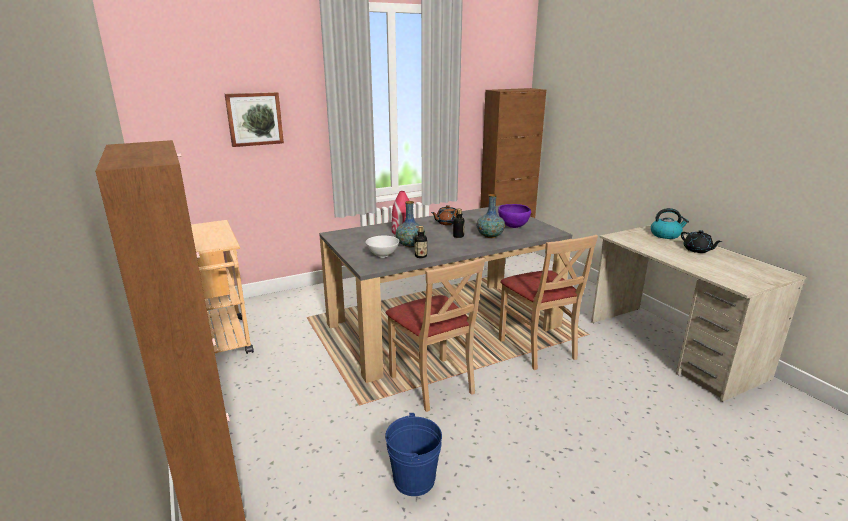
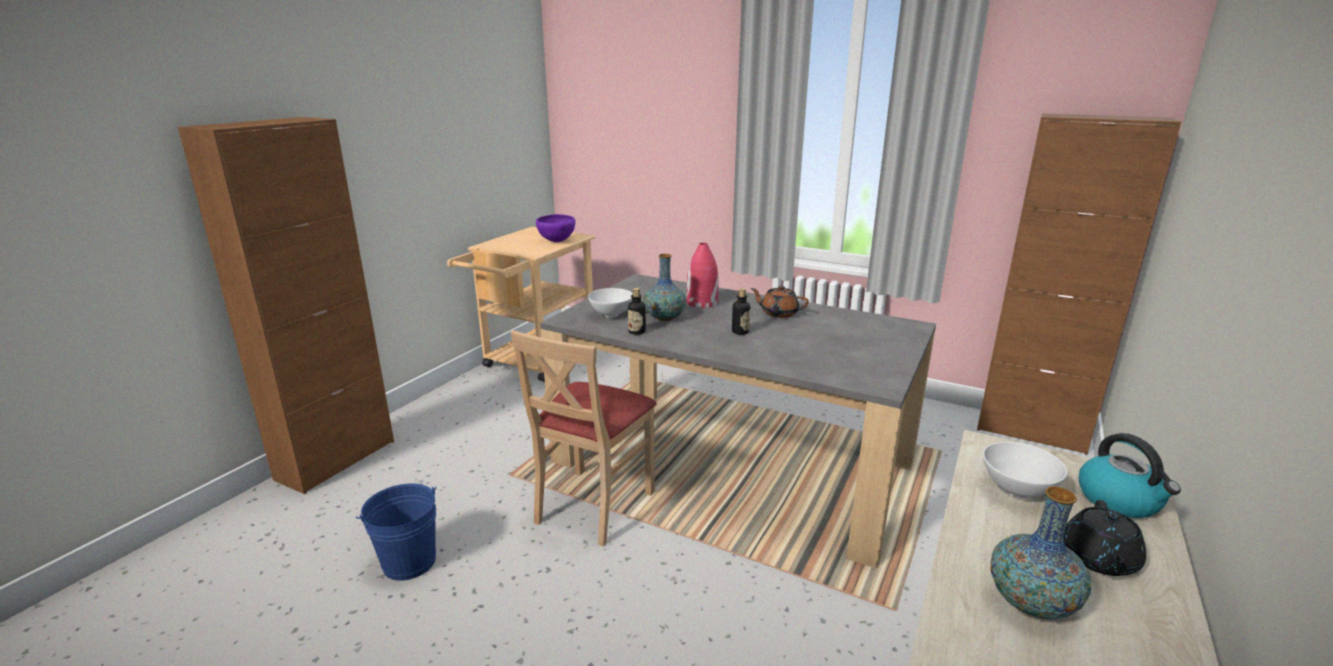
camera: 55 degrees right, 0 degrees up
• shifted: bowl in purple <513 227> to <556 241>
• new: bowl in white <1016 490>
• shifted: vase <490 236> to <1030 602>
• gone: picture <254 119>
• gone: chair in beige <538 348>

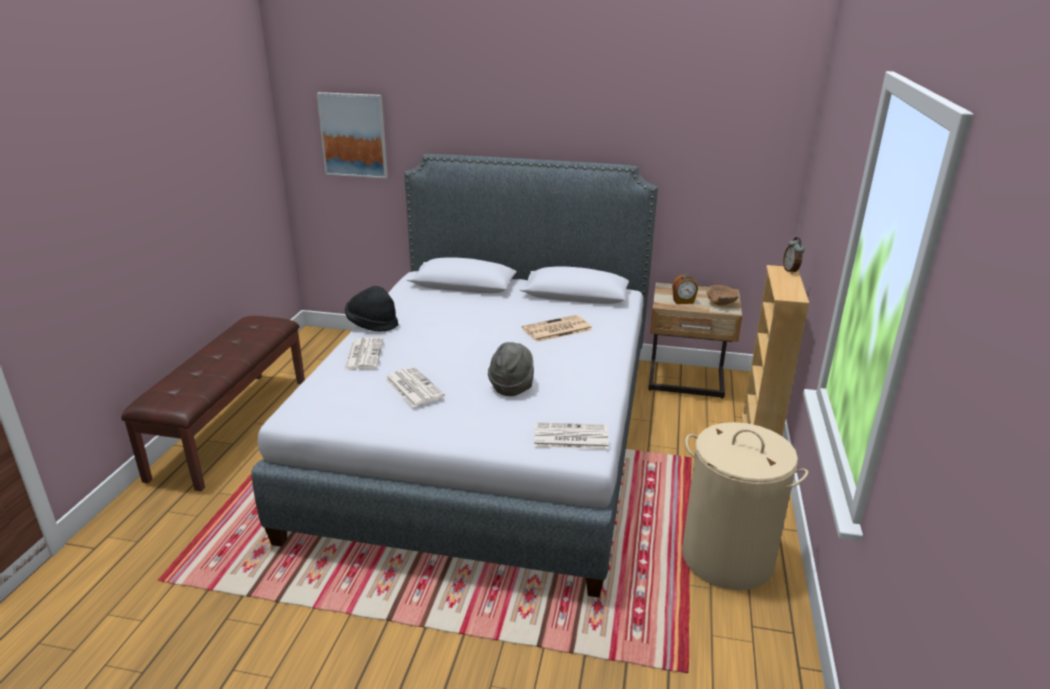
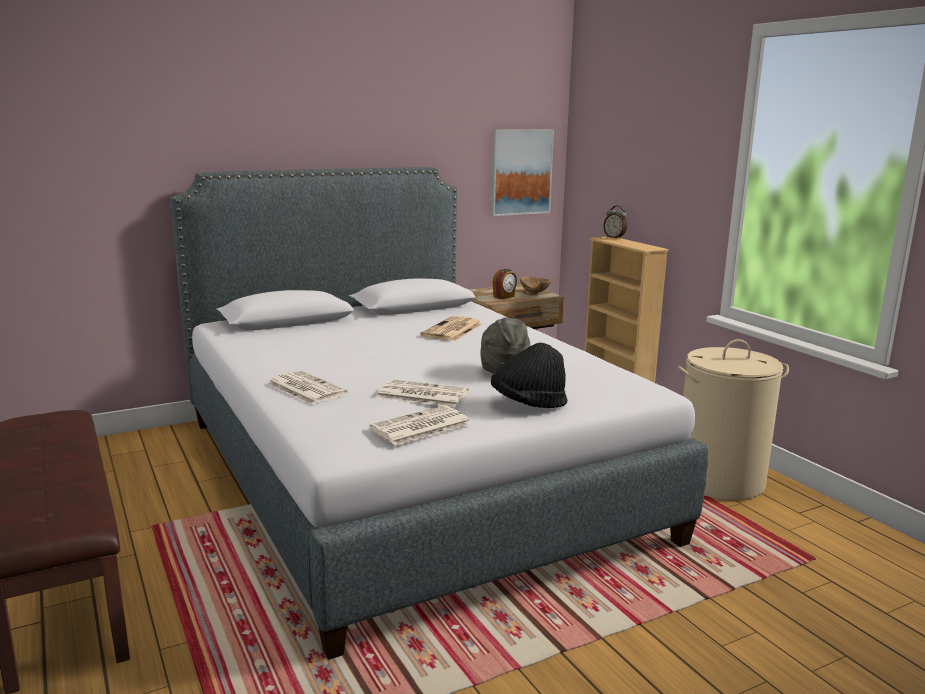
camera: 40 degrees left, 10 degrees down
• shifted: newspaper <569 437> to <420 427>
• shifted: picture <353 135> to <520 172>
• shifted: hat in black <372 324> to <528 404>

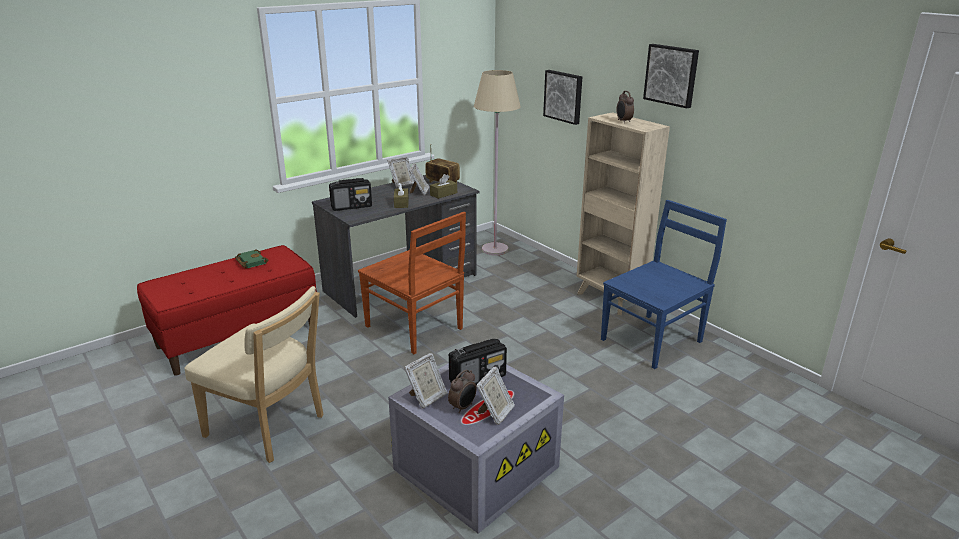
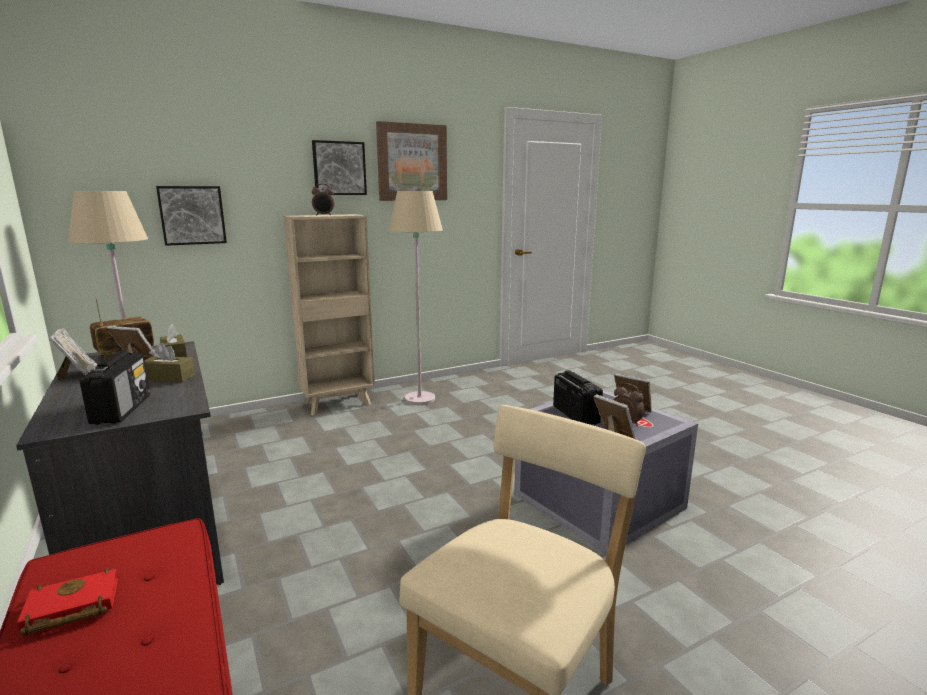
camera: 80 degrees left, 10 degrees down
• repainted: book in green <250 261> to book in red <69 609>
• new: picture <412 162>
• swapped: chair in blue <653 340> to floor lamp in beige <420 399>
• gone: chair in brown <415 328>

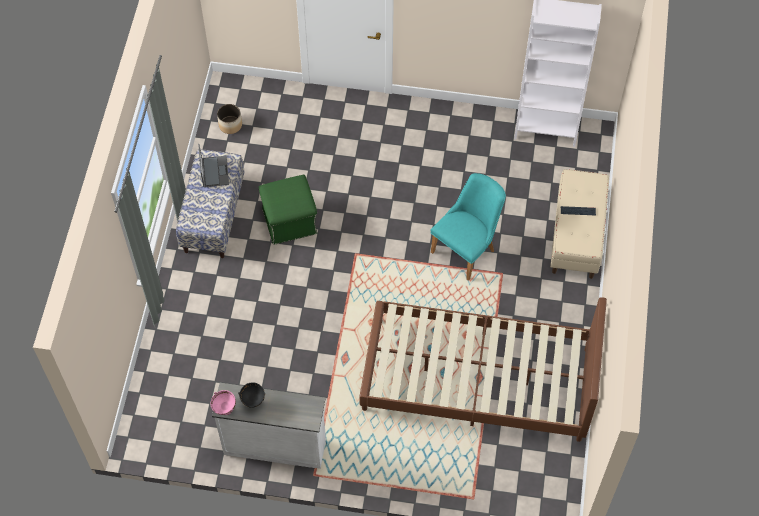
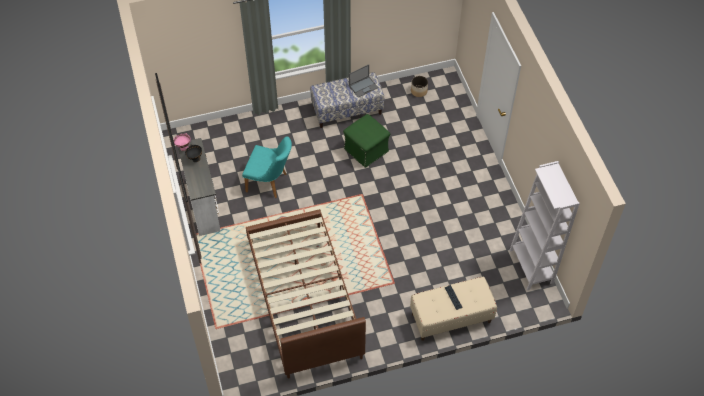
camera: 65 degrees right, 5 degrees down
• shifted: chair in turquoise <467 248> to <270 183>

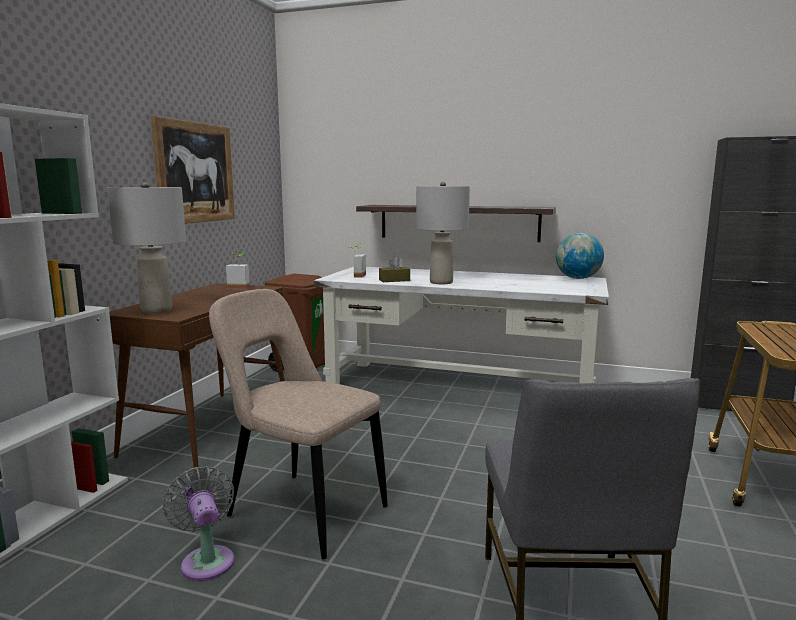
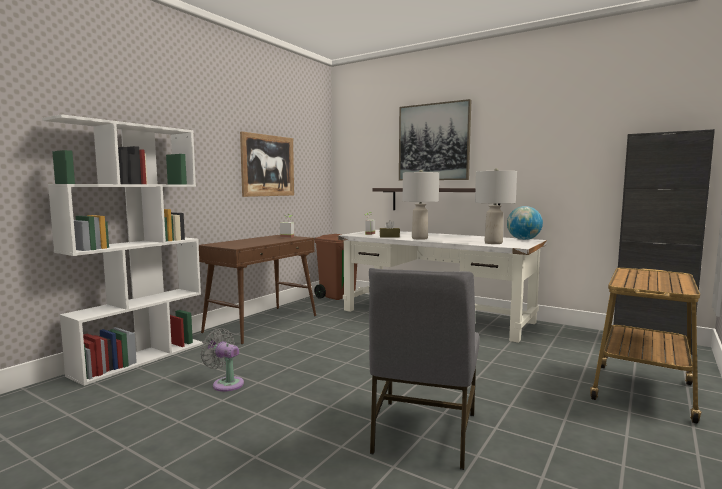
camera: 15 degrees right, 5 degrees down
• rotated: fan in grey <206 560> = <226 383> 45 degrees counterclockwise
• new: picture <433 142>
• shifted: table lamp in grey <156 310> to <493 243>
• gone: chair in beige <301 510>

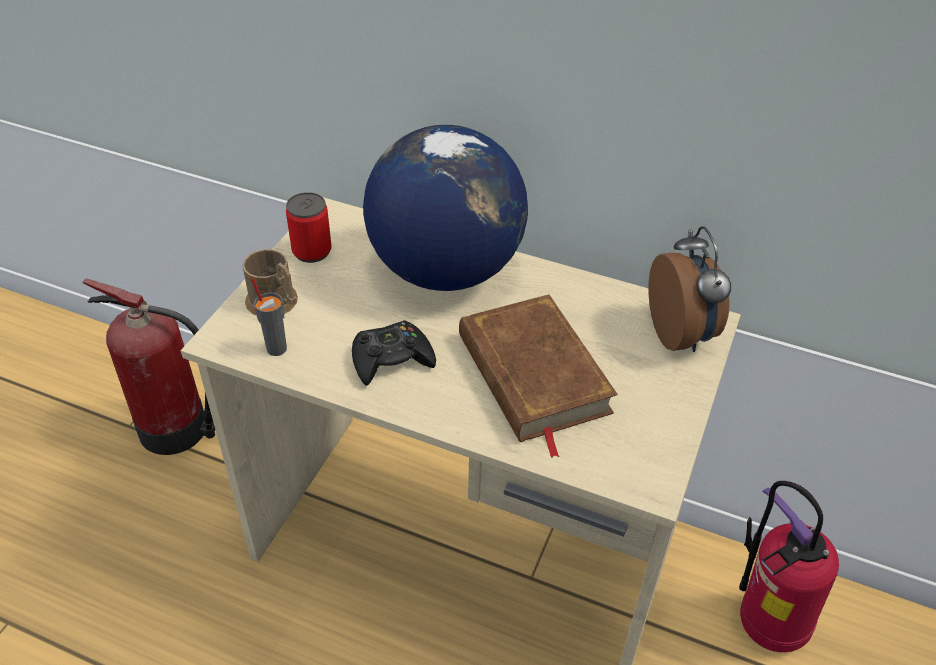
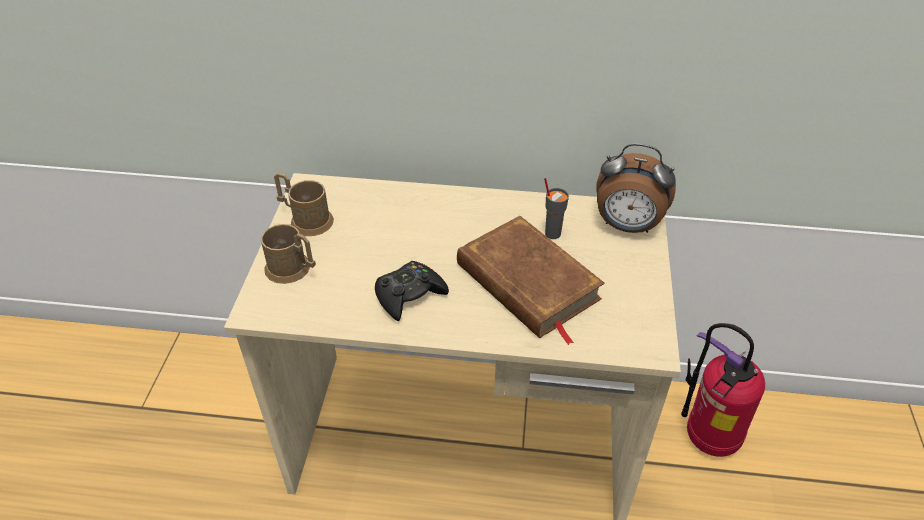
camera: 15 degrees left, 0 degrees up
• swapped: can <312 251> to mug in brown <306 220>
• shifted: cup in grey <276 348> to <552 233>
• rotated: alarm clock <681 334> = <627 226> 135 degrees clockwise
• gone: fire extinguisher <177 429>
• gone: globe <445 270>

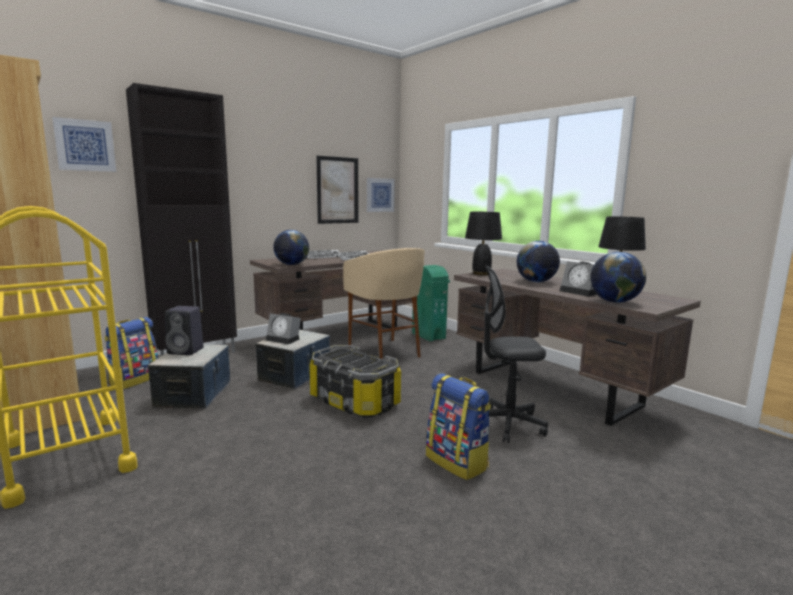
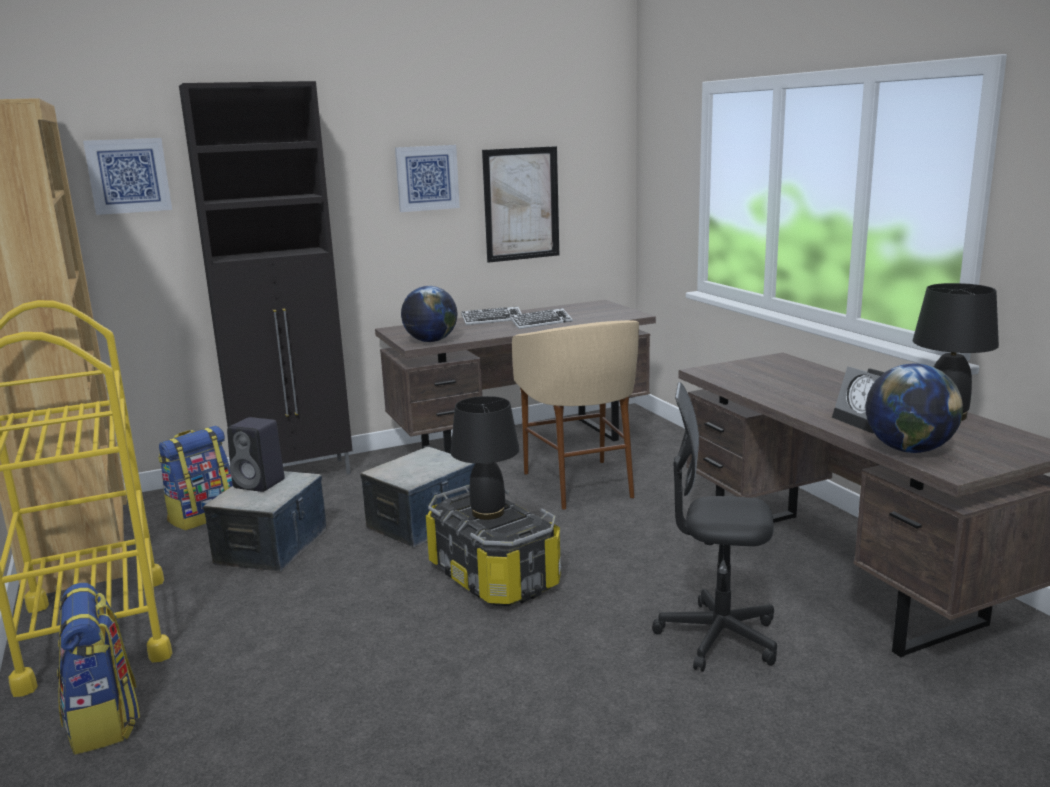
camera: 15 degrees right, 5 degrees up
• shifted: backpack <457 462> to <104 721>
• shifted: picture <380 195> to <427 178>
• shifted: table lamp in black <481 274> to <488 513>
• gone: alarm clock <284 339>
• gone: trash can in green <428 336>
• gone: globe <536 282>

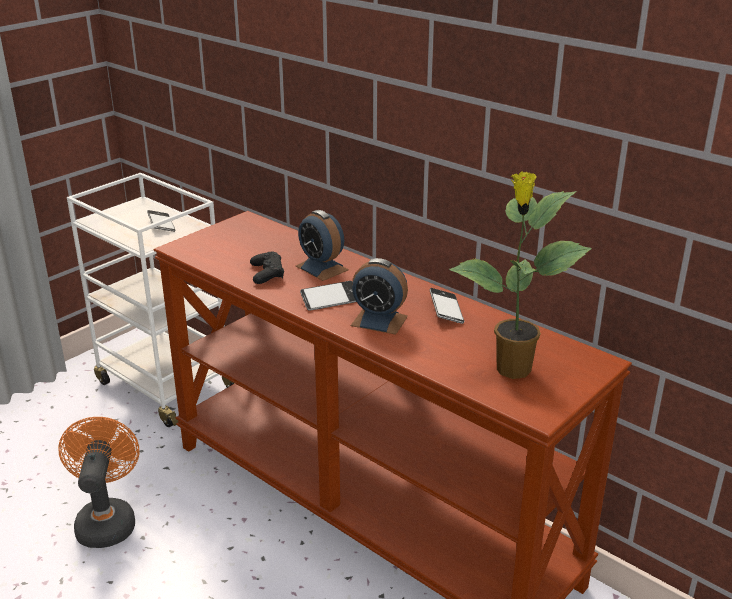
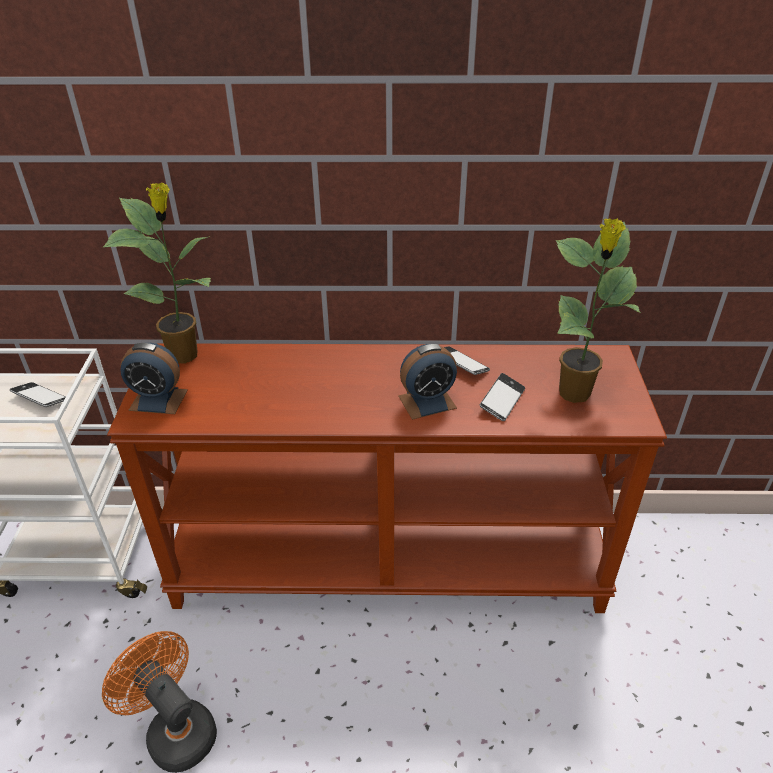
camera: 40 degrees left, 10 degrees up
• new: potted plant <185 354>
• shifted: alarm clock <322 268> to <158 400>
• shifted: phone <330 300> to <502 401>
• gone: game controller in black <267 273>

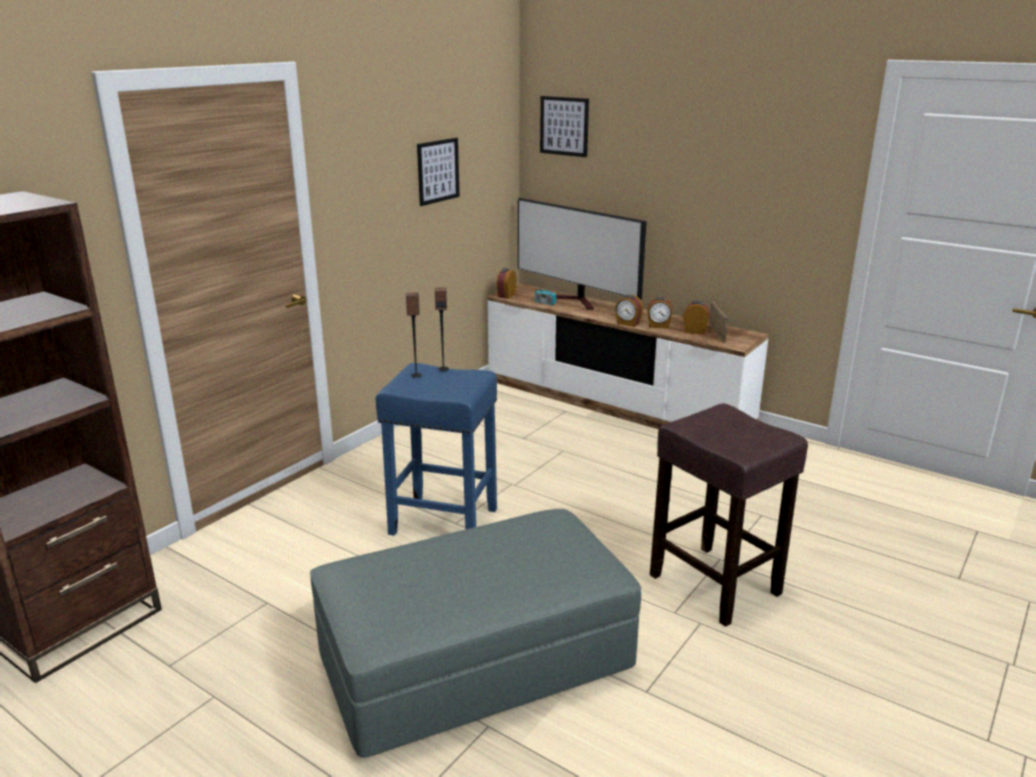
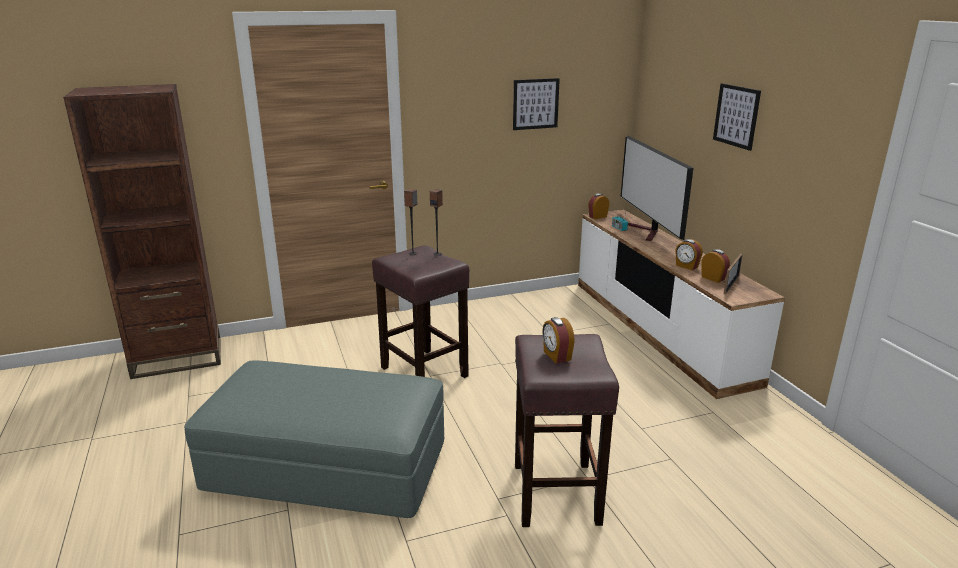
camera: 35 degrees right, 0 degrees up
• repainted: stool in blue <441 521> to stool in brown <423 371>
• shifted: alarm clock <628 324> to <556 356>
• shifted: picture <564 126> to <736 116>

